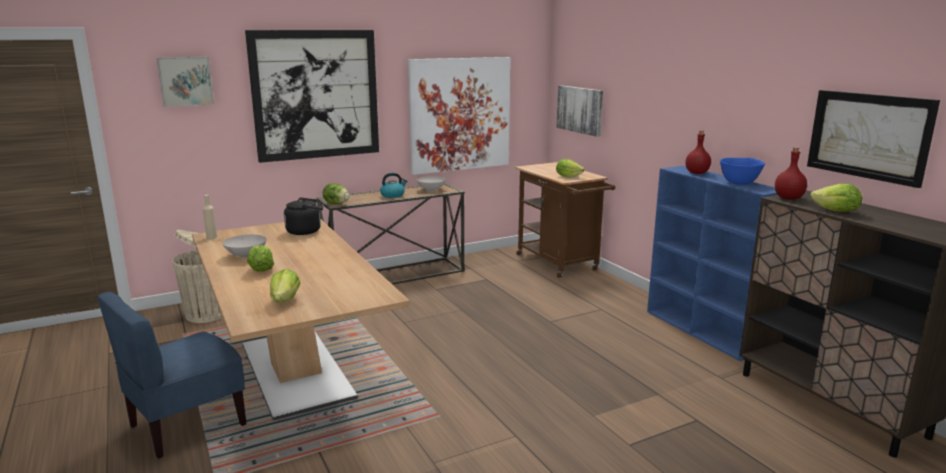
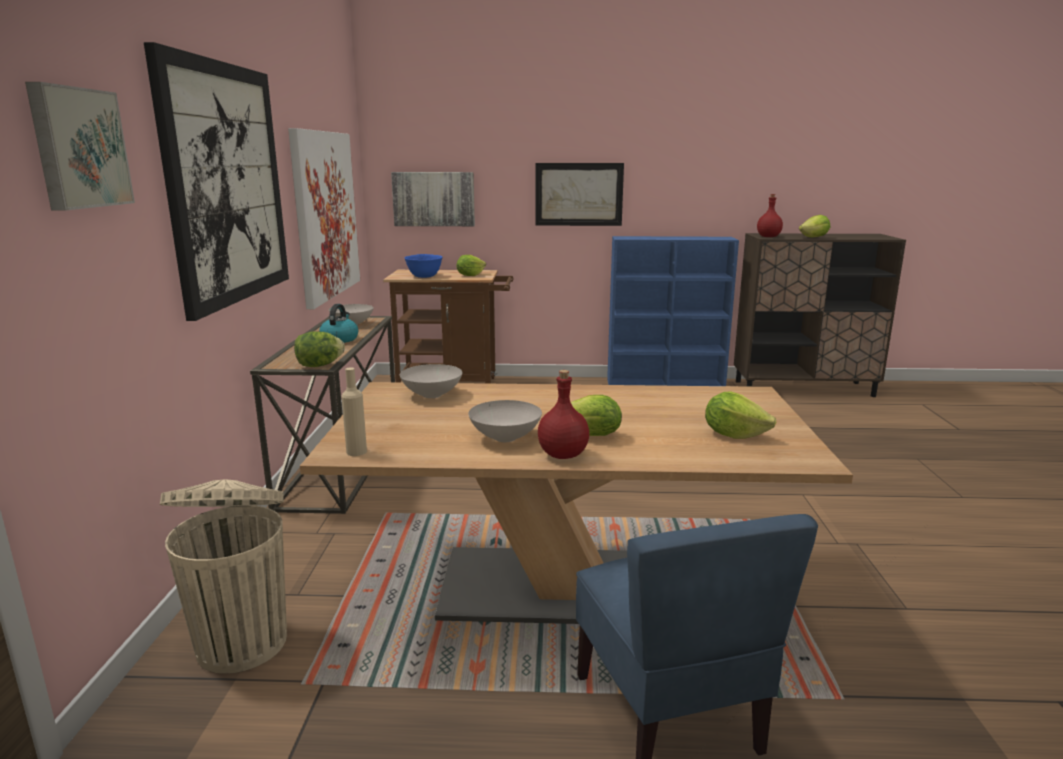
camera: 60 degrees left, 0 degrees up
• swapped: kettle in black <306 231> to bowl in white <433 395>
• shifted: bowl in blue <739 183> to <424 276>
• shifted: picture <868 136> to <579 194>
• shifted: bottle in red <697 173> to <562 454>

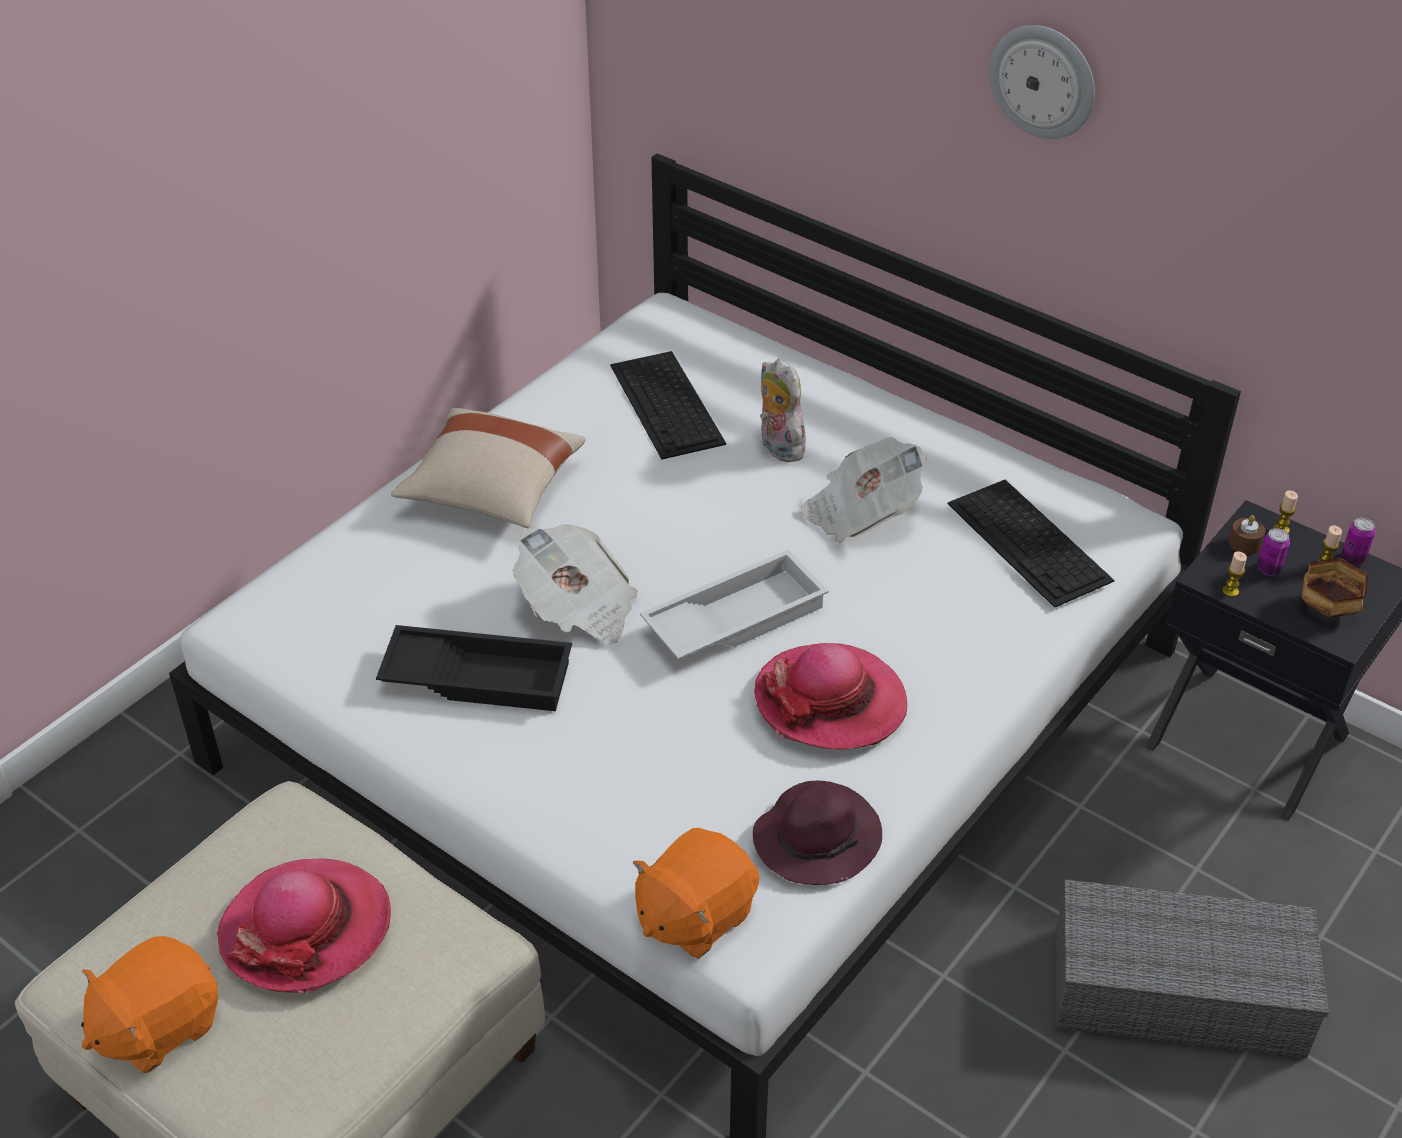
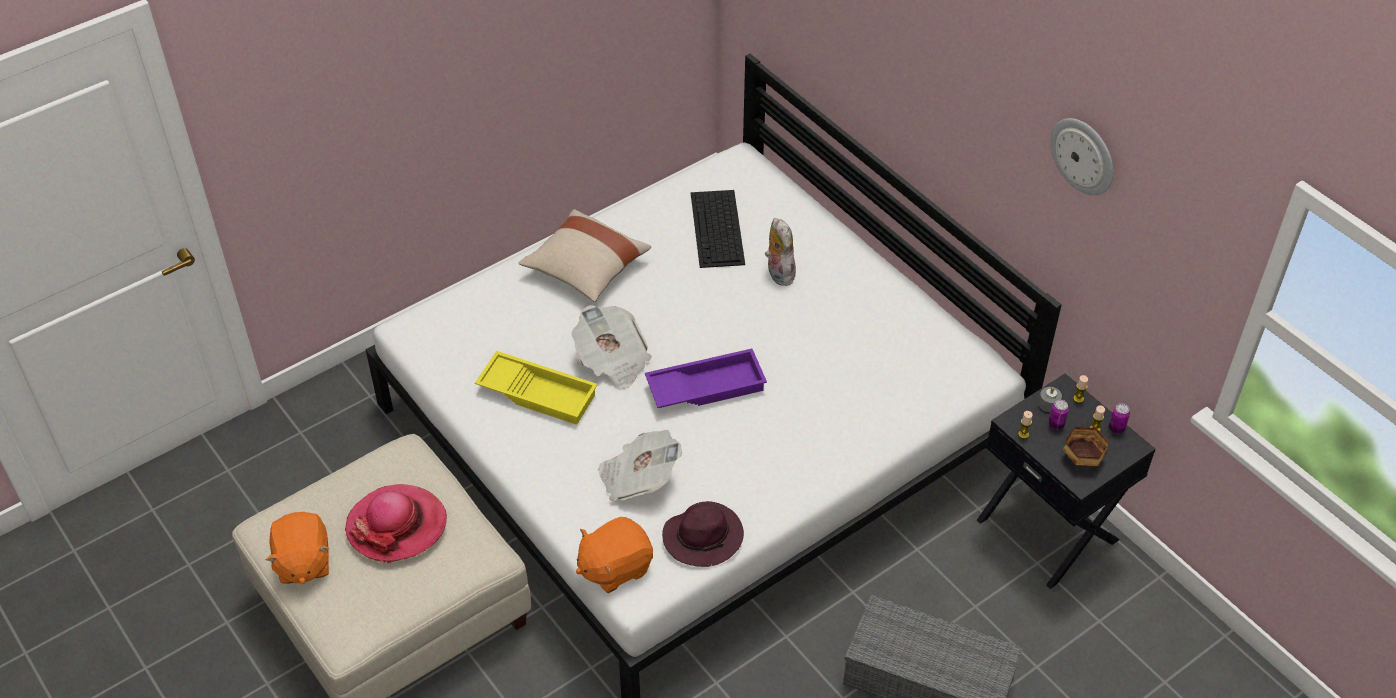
camera: 15 degrees right, 5 degrees up
• rotated: plush toy in orange <157 1026> = <303 563> 75 degrees counterclockwise
• repainted: tray in black <479 676> to tray in yellow <539 392>
• shifted: newspaper <861 513> to <638 478>
• repainted: tray in white <734 617> to tray in purple <706 385>
• repainted: candle in brown <1244 544> to candle in grey <1048 404>
• shifted: wall clock <1043 81> to <1083 155>
• gone: hat <830 701>
• gone: keyboard <1030 542>

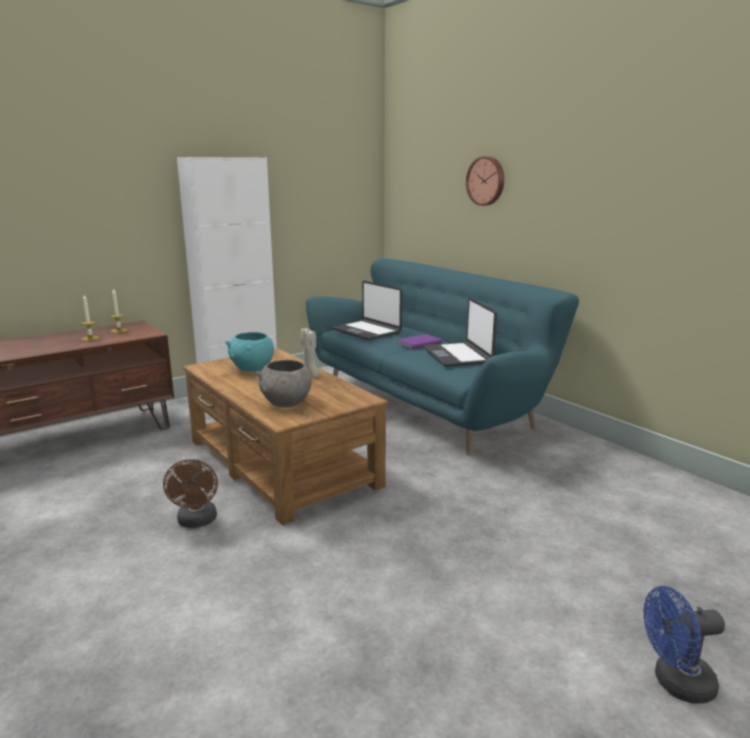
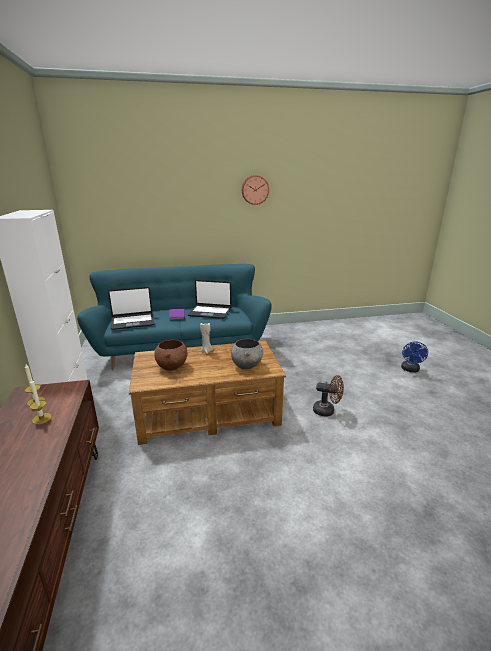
camera: 65 degrees left, 5 degrees up
• repainted: bowl in turquoise <252 369> to bowl in brown <172 366>
• shifted: wall clock <486 181> to <255 190>
• shifted: fan in brown <197 522> to <327 411>

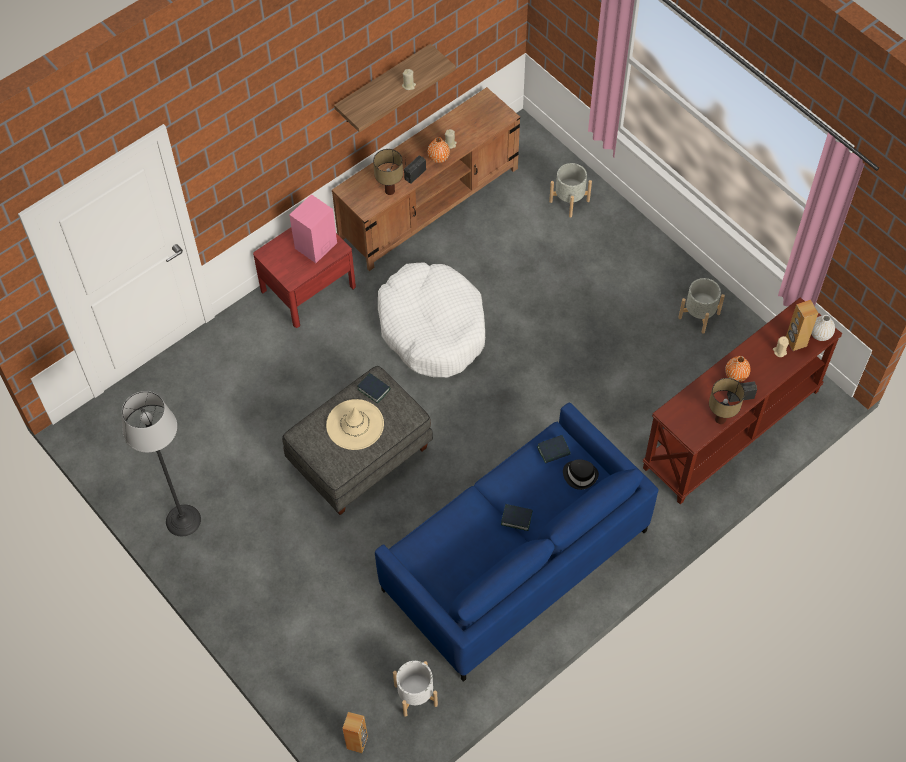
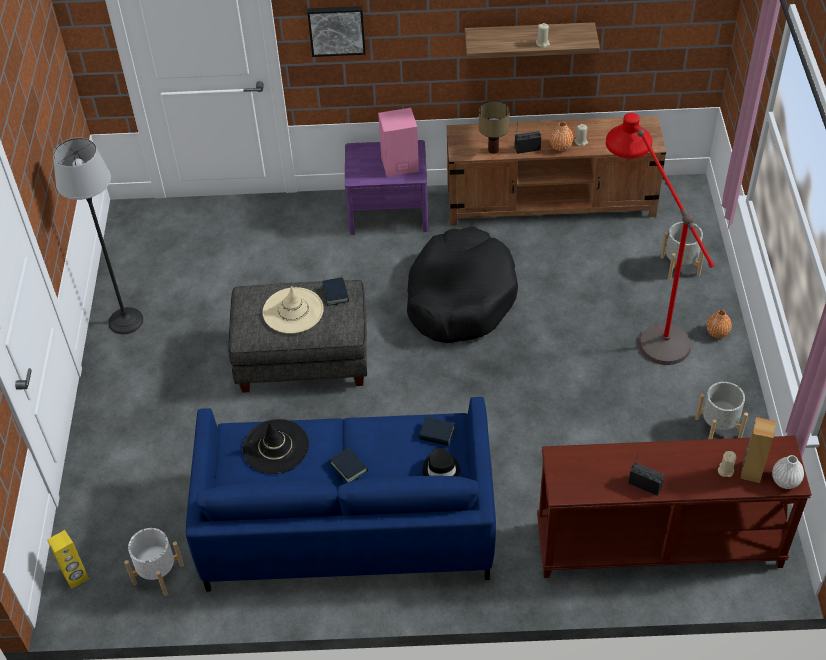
camera: 40 degrees right, 10 degrees down
• repainted: speaker in brown <357 743> to speaker in yellow <76 577>
• new: hat in black <275 447>
• new: picture <336 29>
• repainted: nightstand in red <308 288> to nightstand in purple <388 211>
• repainted: dog bed in white <432 328> to dog bed in black <460 297>
• new: floor lamp in red <642 321>
• shifted: vase in orange <736 375> to <717 333>
• gone: table lamp <720 419>

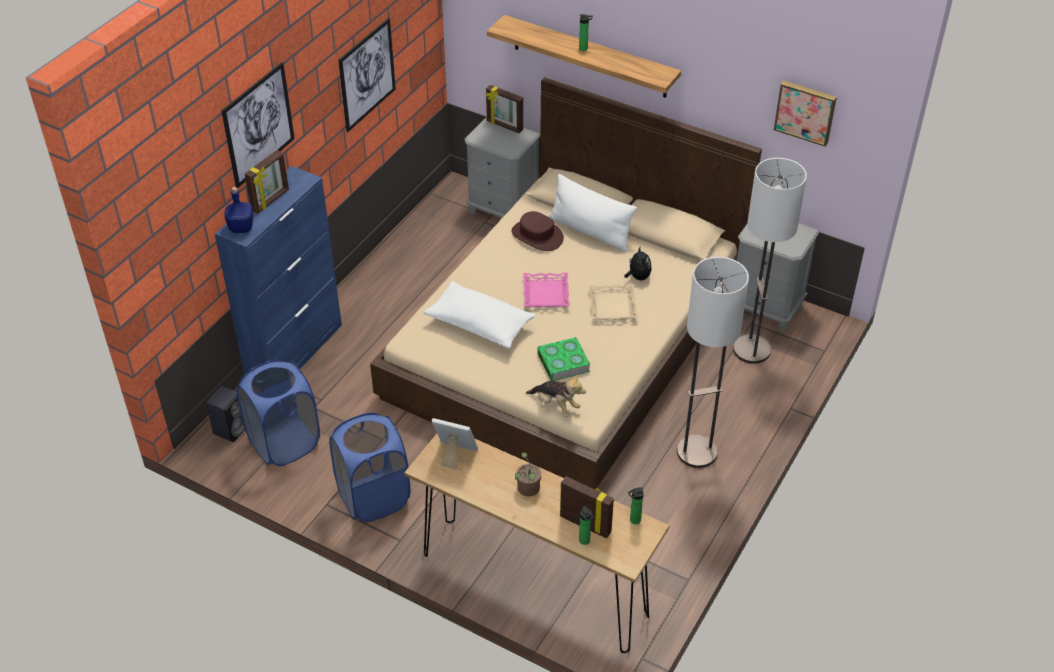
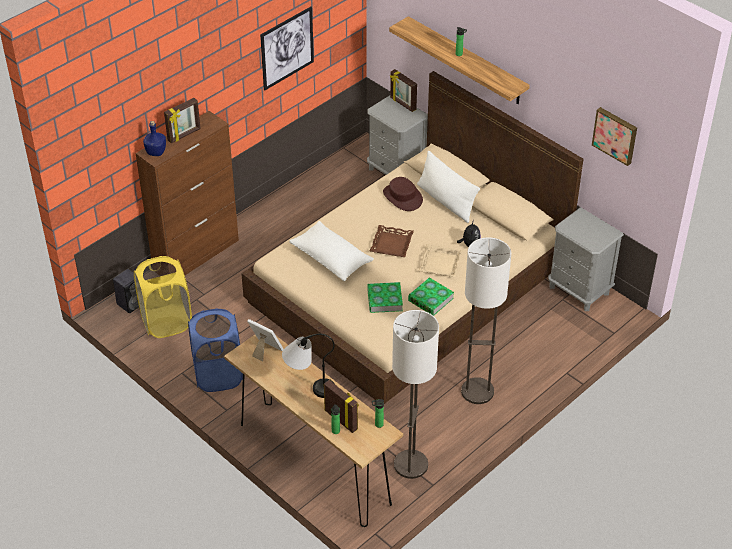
camera: 15 degrees right, 0 degrees up
• repainted: laundry basket in blue <284 443> to laundry basket in yellow <166 322>
• repainted: cabinet in blue <295 352> to cabinet in brown <196 255>
• swapped: potted plant <528 490> to table lamp <308 387>
• repainted: tray in pink <545 294> to tray in brown <391 244>
• shifted: floor lamp <752 350> to <411 465>
• new: book <430 299>
• gone: picture <258 125>
• gone: plush toy <555 406>

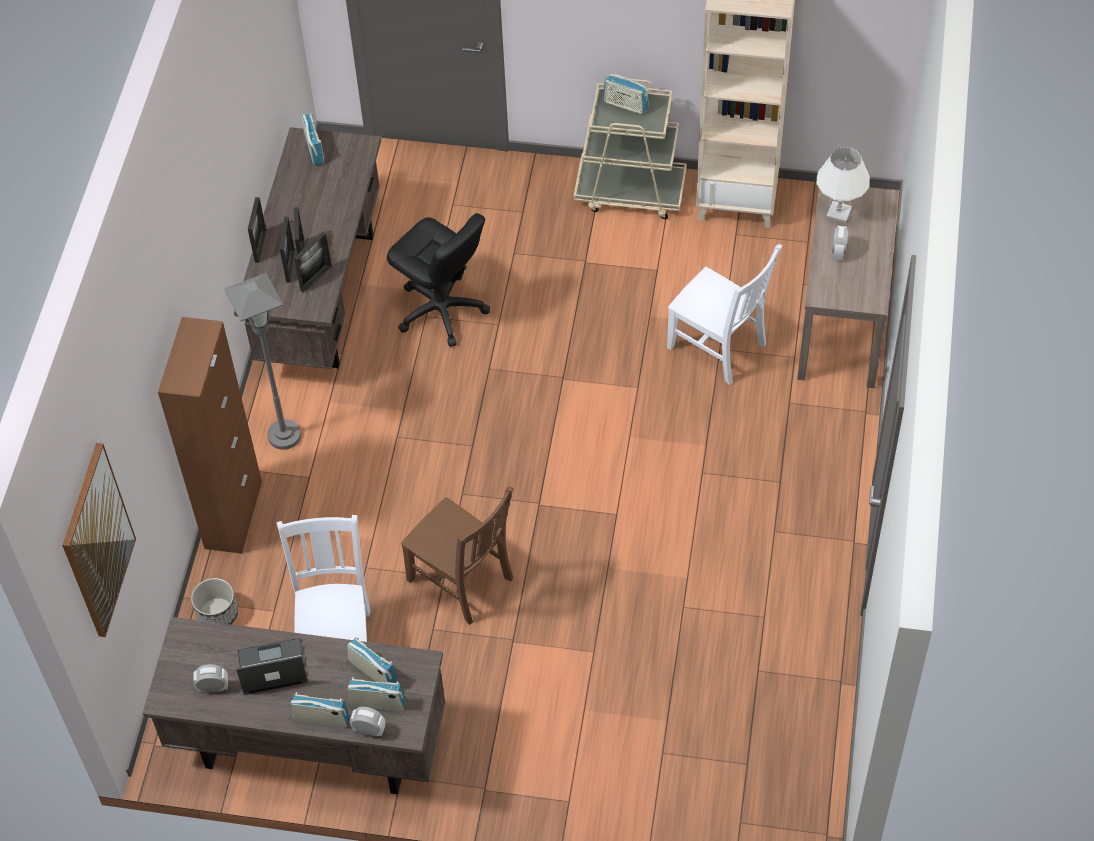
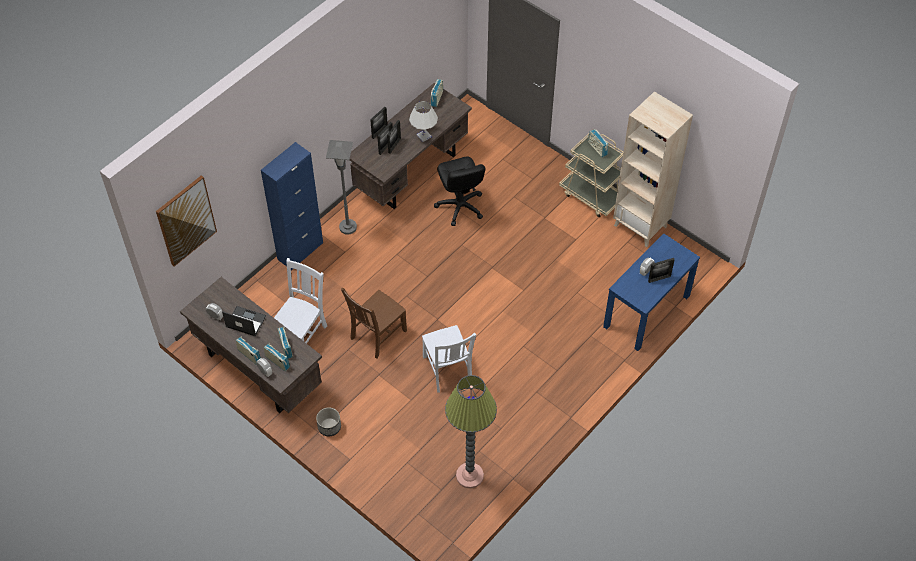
camera: 30 degrees right, 0 degrees up
• repainted: cabinet in brown <233 515> to cabinet in blue <300 251>
• shifted: planter <217 613> to <329 426>
• rotated: chair in brown <462 581> = <377 335> 60 degrees clockwise
• shifted: table lamp in white <839 212> to <424 136>
• shifted: chair in white <719 347> to <448 370>
• new: floor lamp <469 475>
• repainted: console table in brown <842 323> to console table in blue <646 311>
• shifted: picture frame <316 278> to <659 279>

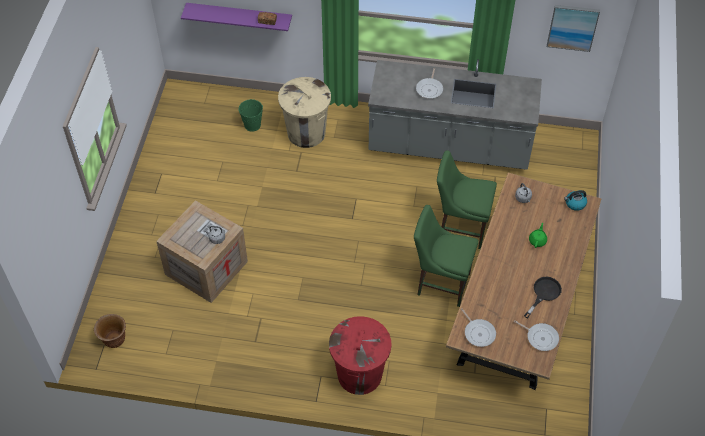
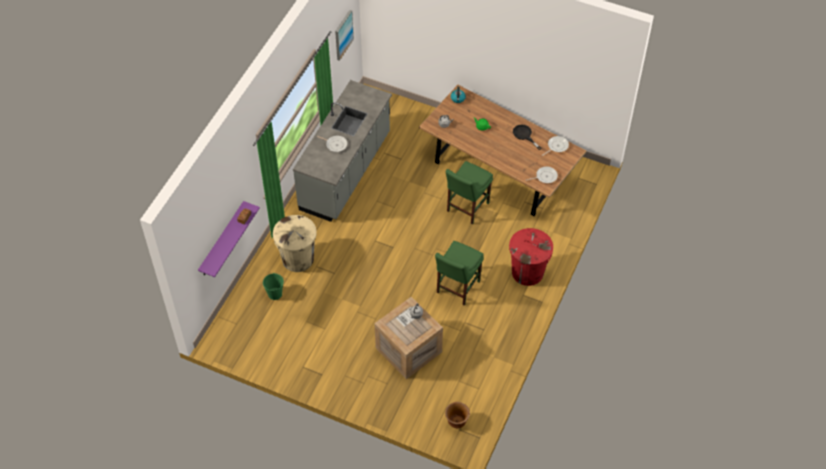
camera: 75 degrees left, 0 degrees up
• shifted: chair in green <460 228> to <456 288>

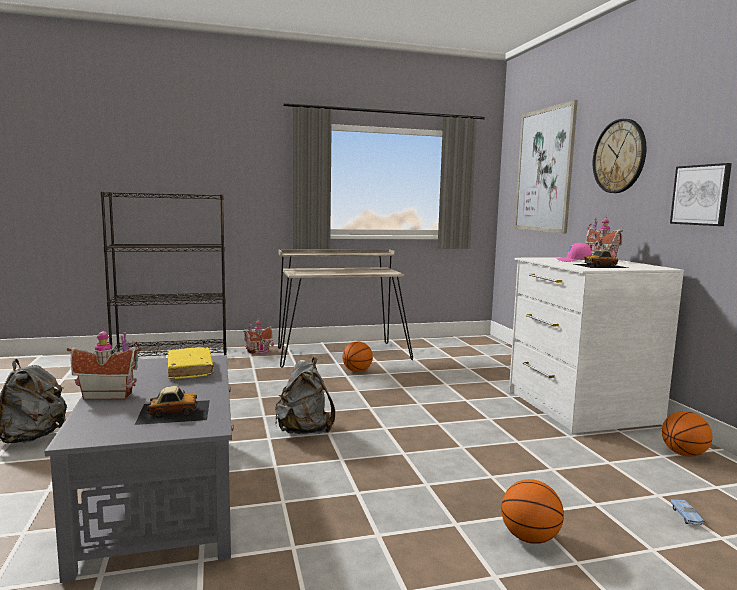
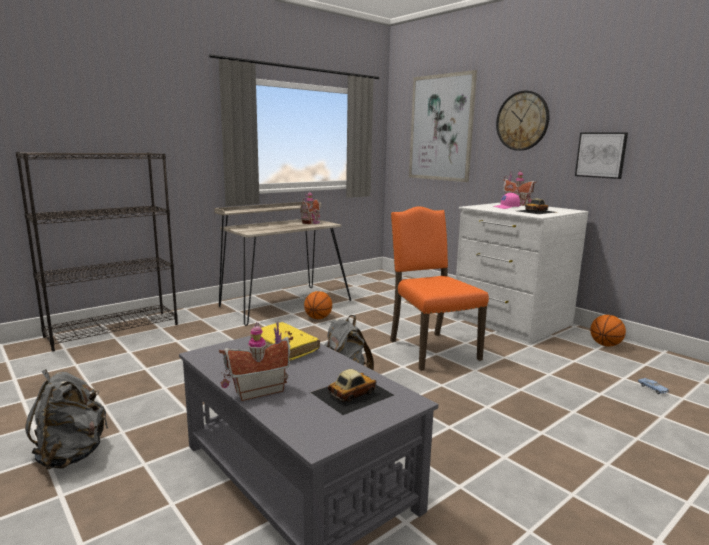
camera: 25 degrees left, 5 degrees up
• shifted: toy house <259 351> to <312 222>
• new: chair in orange <430 349>
• gone: basketball <530 538>

